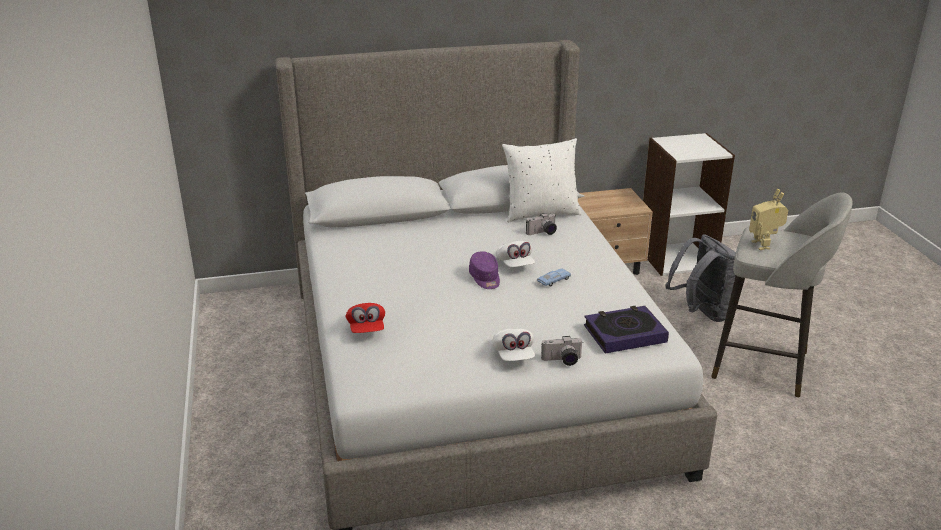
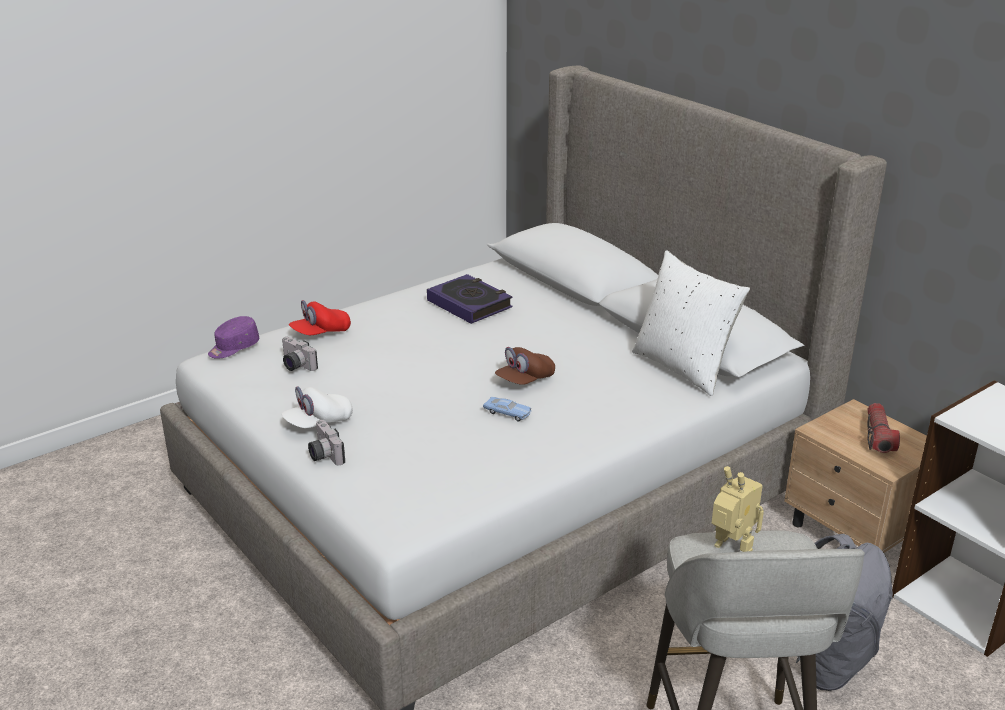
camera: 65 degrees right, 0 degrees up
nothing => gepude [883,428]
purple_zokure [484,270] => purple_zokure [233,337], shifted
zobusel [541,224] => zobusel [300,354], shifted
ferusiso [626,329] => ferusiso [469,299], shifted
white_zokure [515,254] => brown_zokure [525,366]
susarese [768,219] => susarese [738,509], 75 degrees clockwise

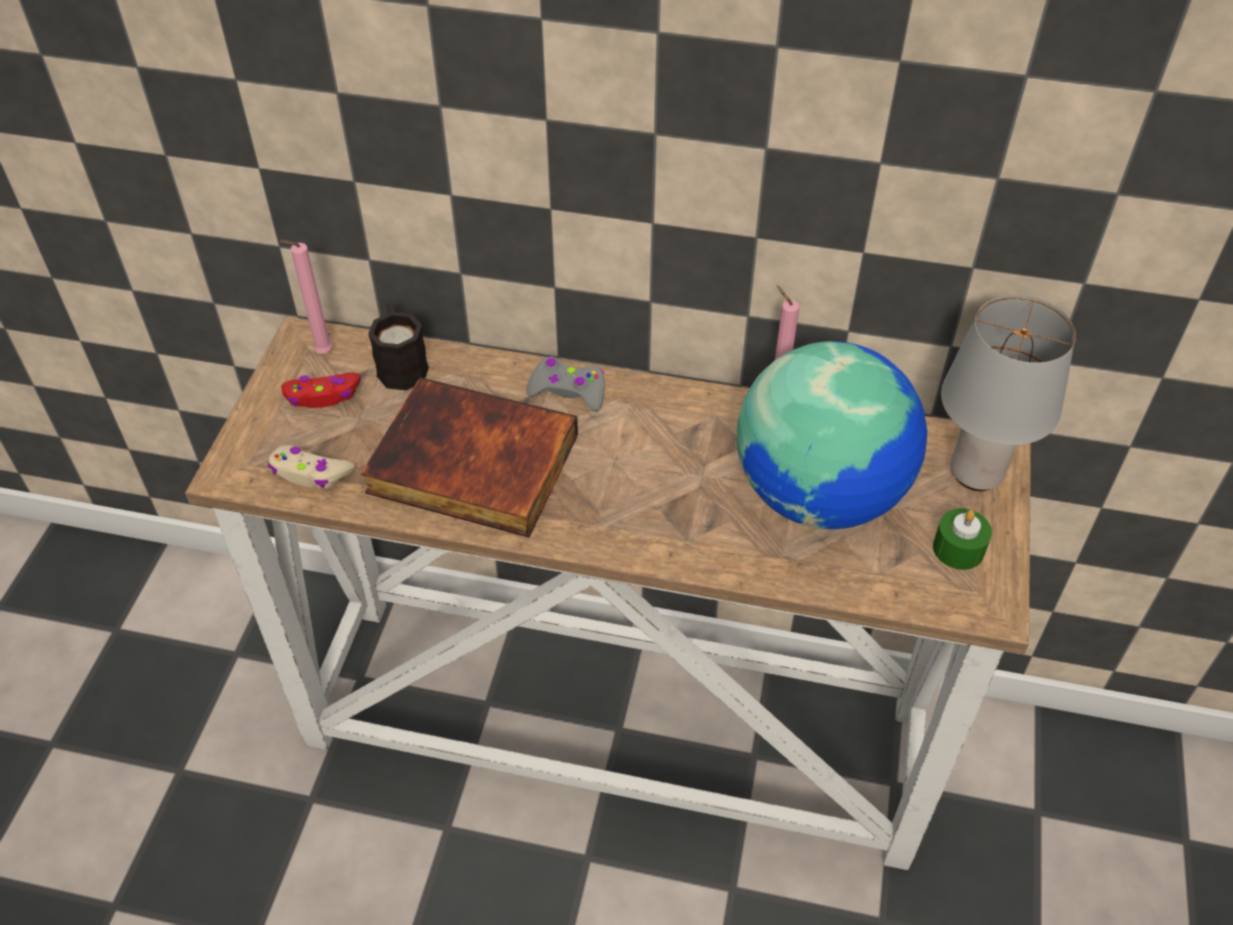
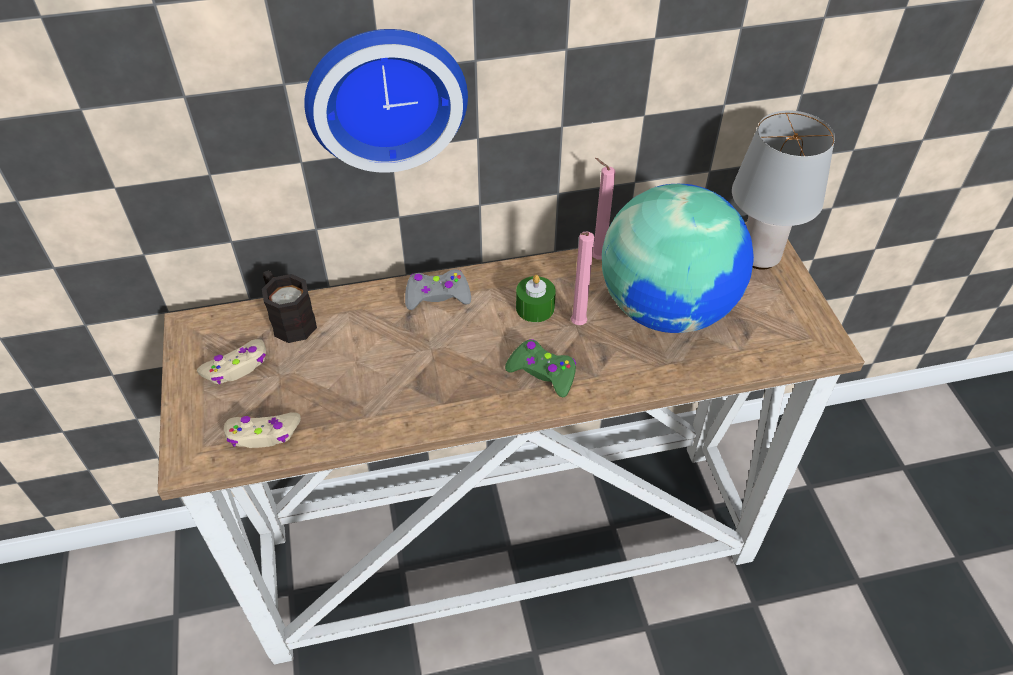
camera: 25 degrees left, 0 degrees up
ferusiso [469,457] => nothing
nothing => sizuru [386,101]
nothing => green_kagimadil [540,368]
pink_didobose [306,297] => pink_didobose [582,278], shifted
green_didobose [962,539] => green_didobose [536,298], shifted
red_kagimadil [321,390] => beige_kagimadil [231,361]

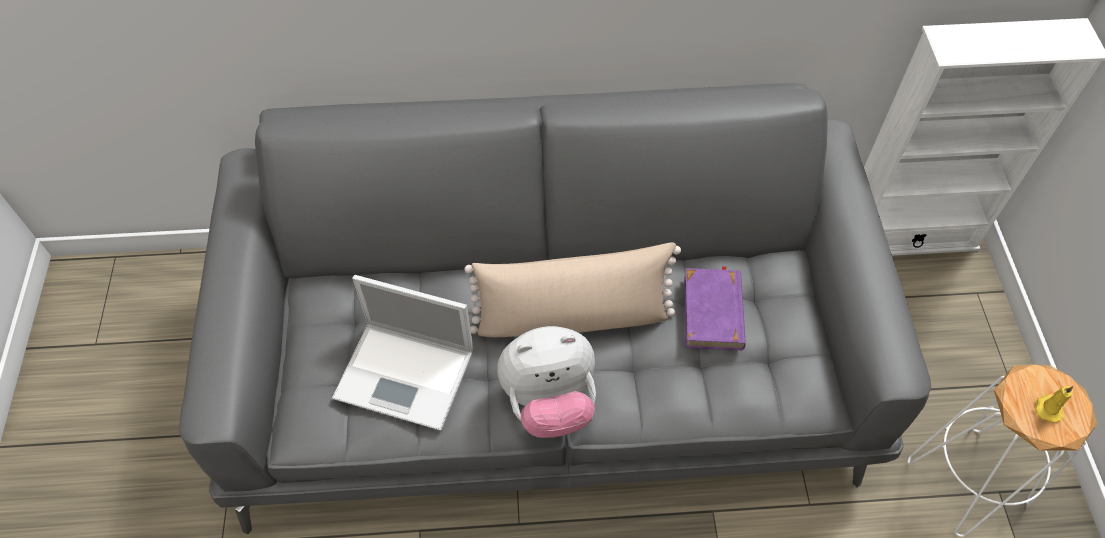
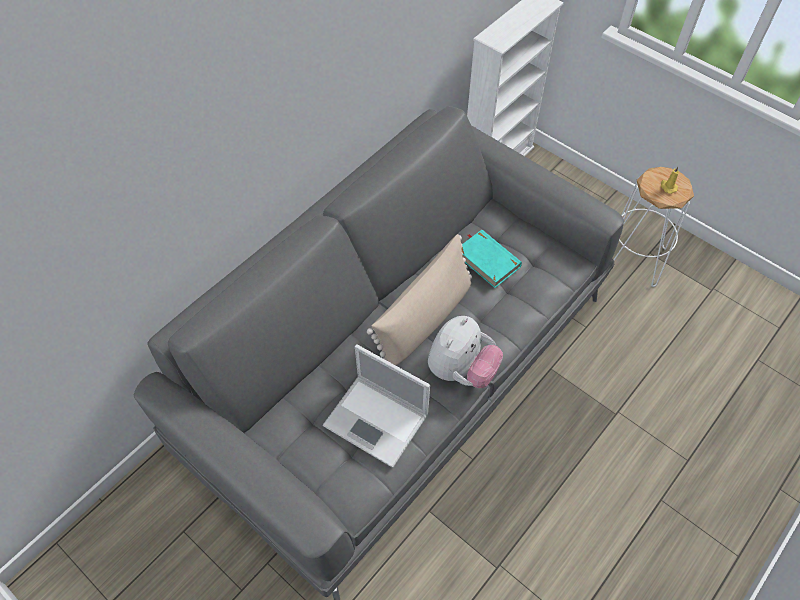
camera: 45 degrees left, 0 degrees up
purple_ferusiso [715,308] => turquoise_ferusiso [491,259]
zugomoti [402,353] => zugomoti [376,406], 60 degrees clockwise

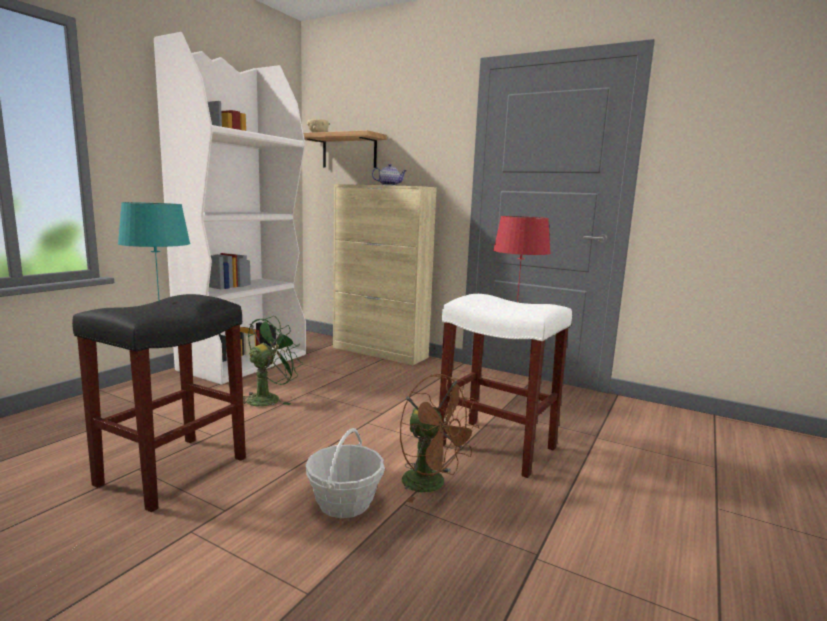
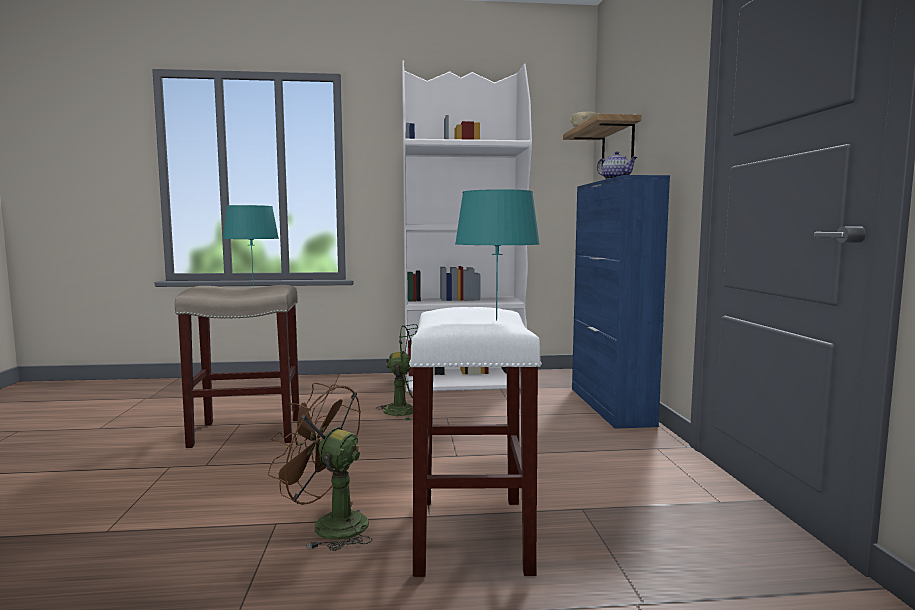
camera: 55 degrees right, 5 degrees down
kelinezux [345,473] => nothing
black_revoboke [159,403] => beige_revoboke [237,366]
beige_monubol [385,274] => blue_monubol [621,302]
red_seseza [522,259] => turquoise_seseza [497,254]
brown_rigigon [440,438] => brown_rigigon [320,467], 105 degrees clockwise

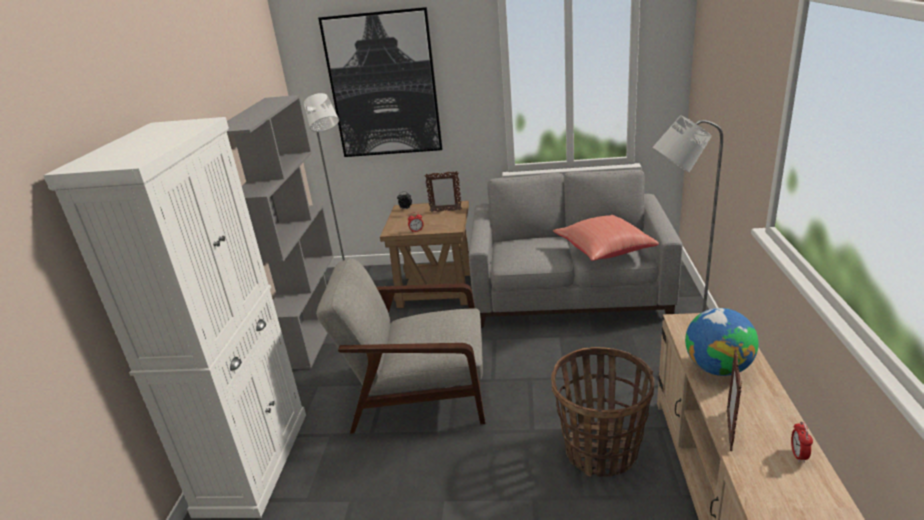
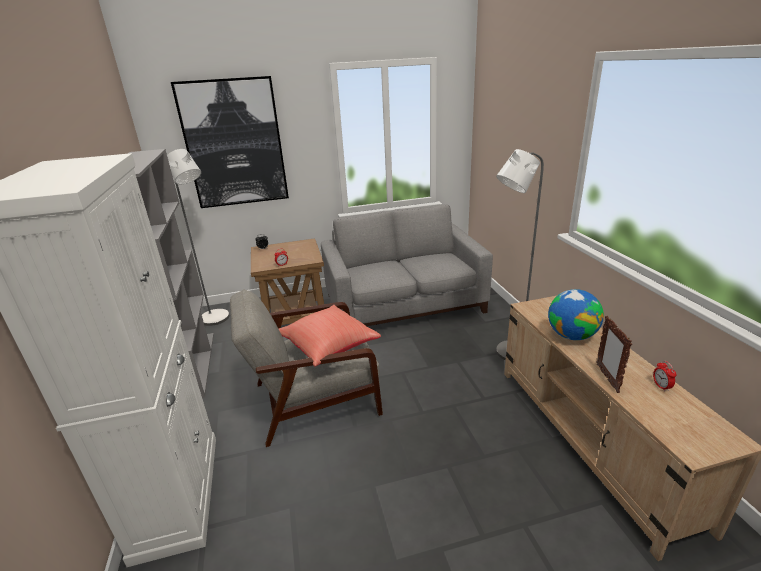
camera: 20 degrees left, 0 degrees up
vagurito [443,191] => nothing
kelinezux [602,412] => nothing
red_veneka [606,238] => red_veneka [330,336], shifted

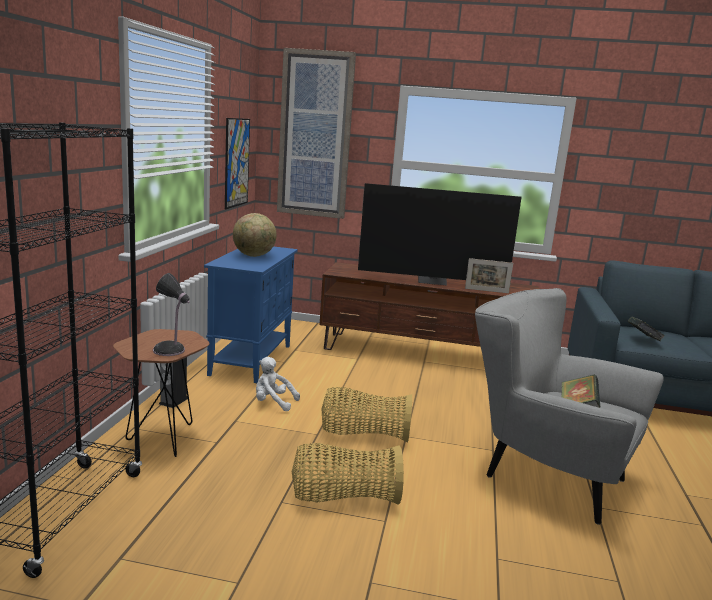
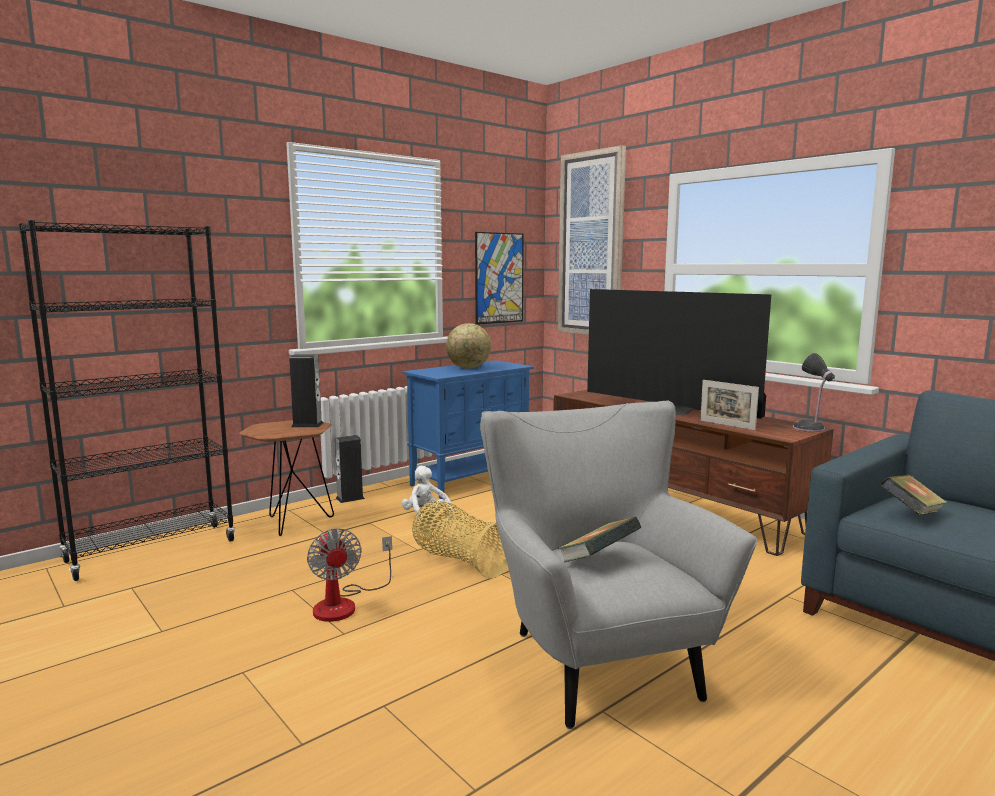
camera: 40 degrees right, 5 degrees down
nothing => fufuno [306,391]
seseza [171,314] => seseza [814,392], shifted
kelinezux [348,474] => rigigon [349,575]

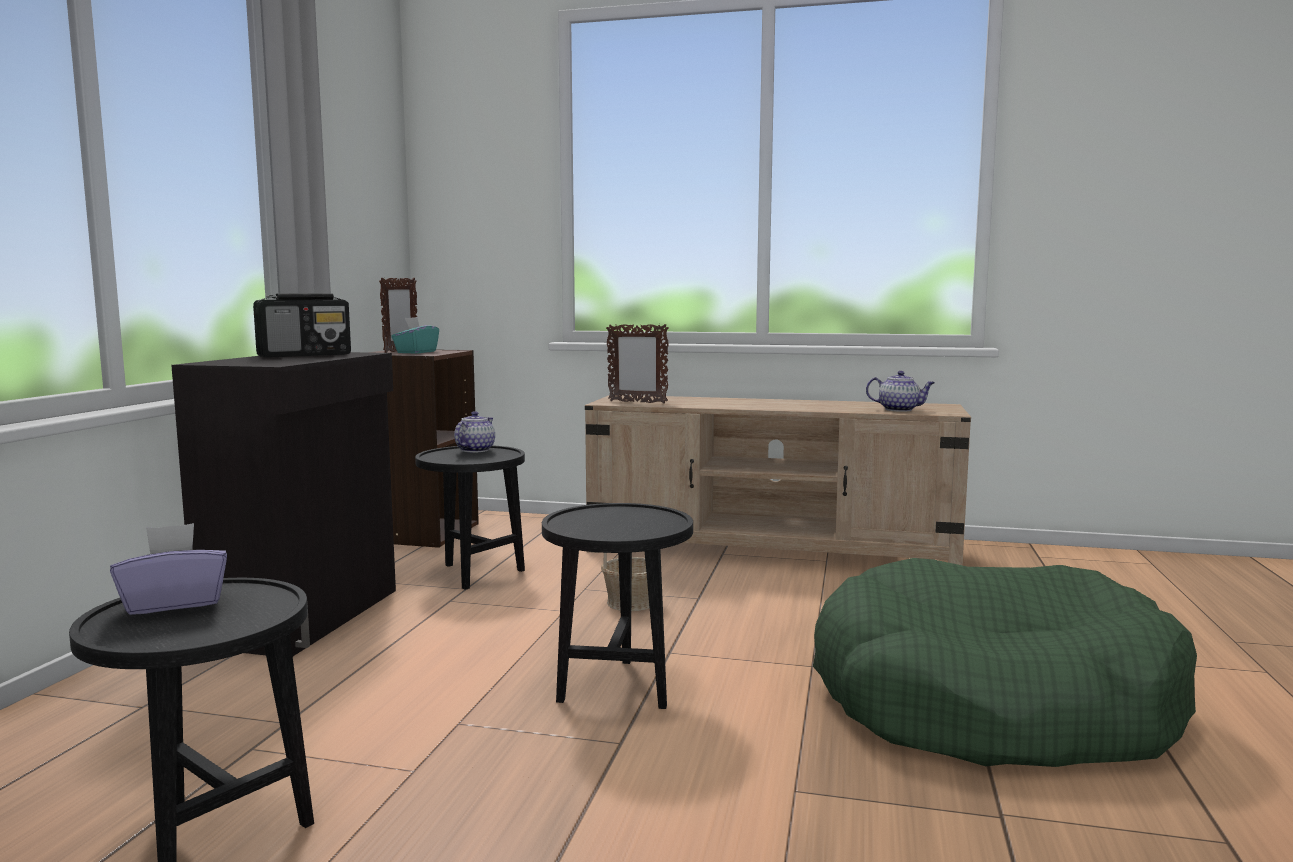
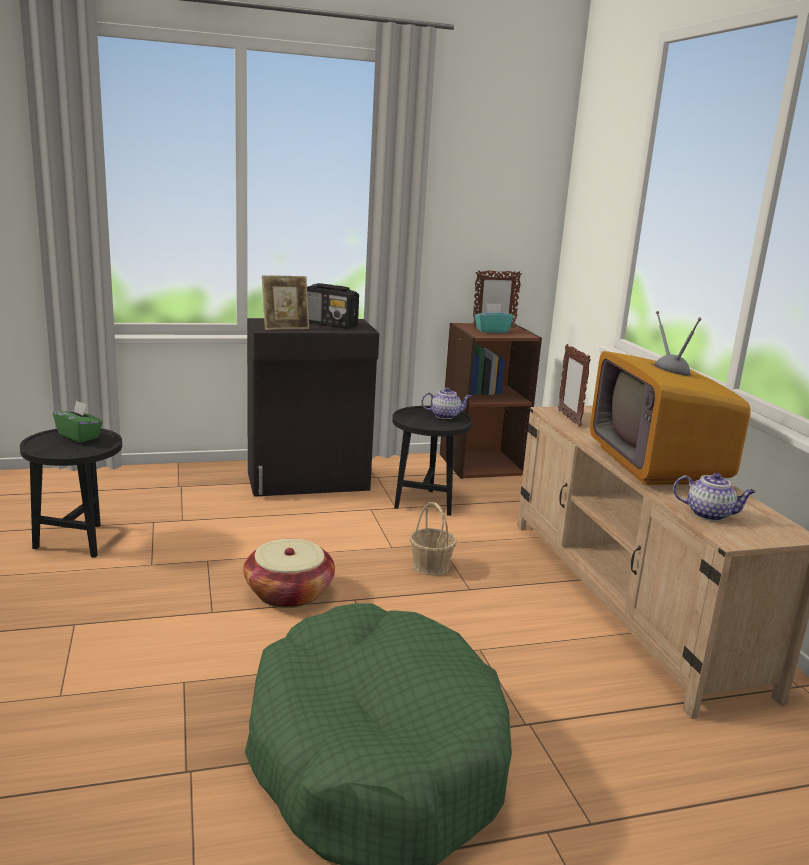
camera: 60 degrees right, 10 degrees up
nothing => vagurito [285,302]
nothing => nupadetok [670,398]
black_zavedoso [617,606] => kelinezux [289,573]
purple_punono [168,569] => green_punono [78,421]
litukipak [900,391] => litukipak [714,497], 60 degrees counterclockwise

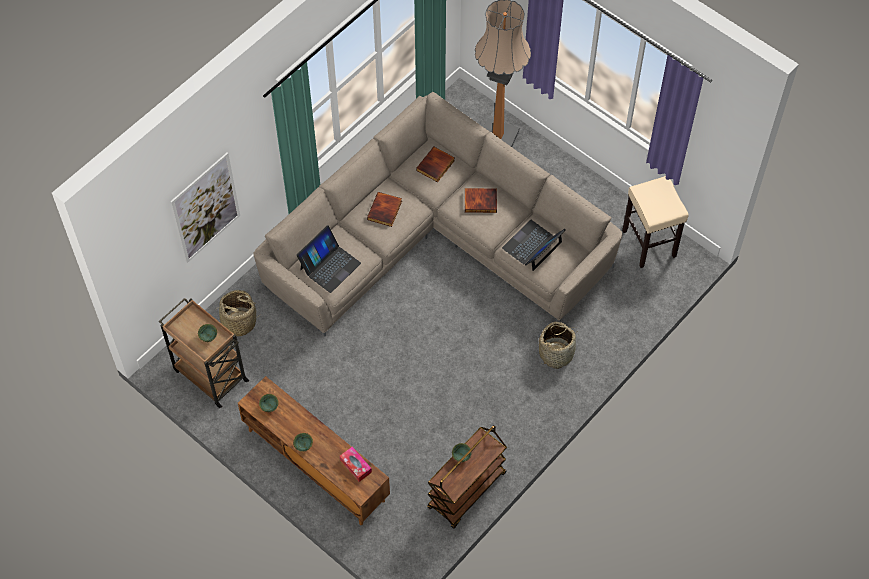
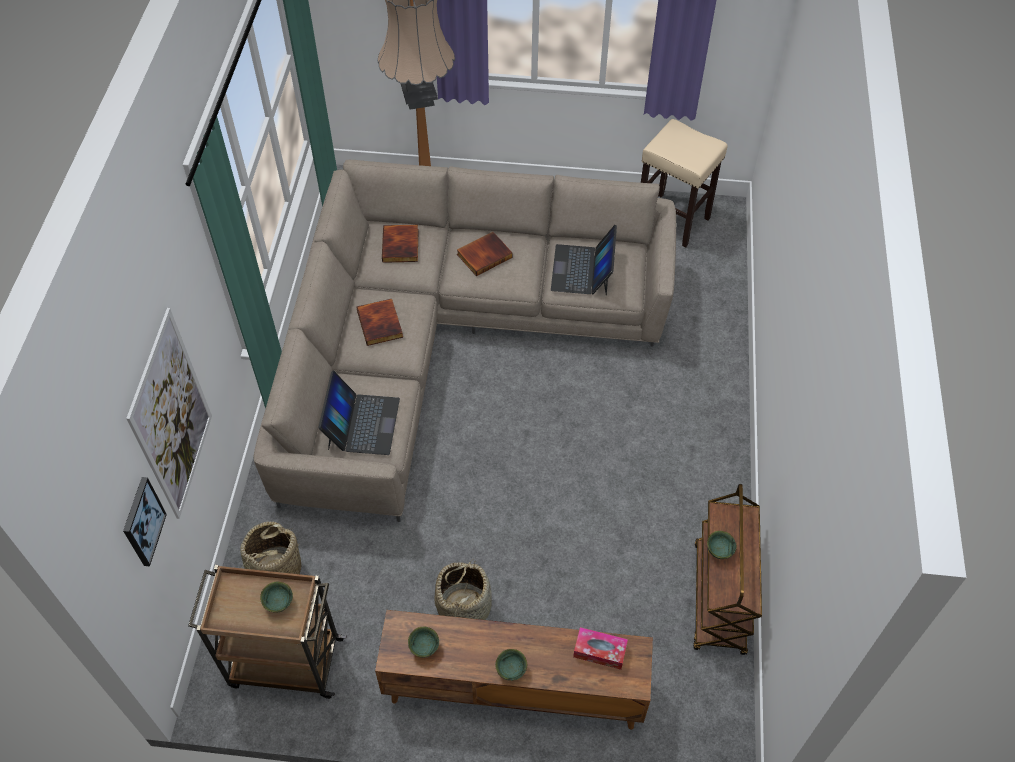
camera: 35 degrees left, 5 degrees down
nothing => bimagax [145,521]
kelinezux [558,345] => kelinezux [463,589], shifted

